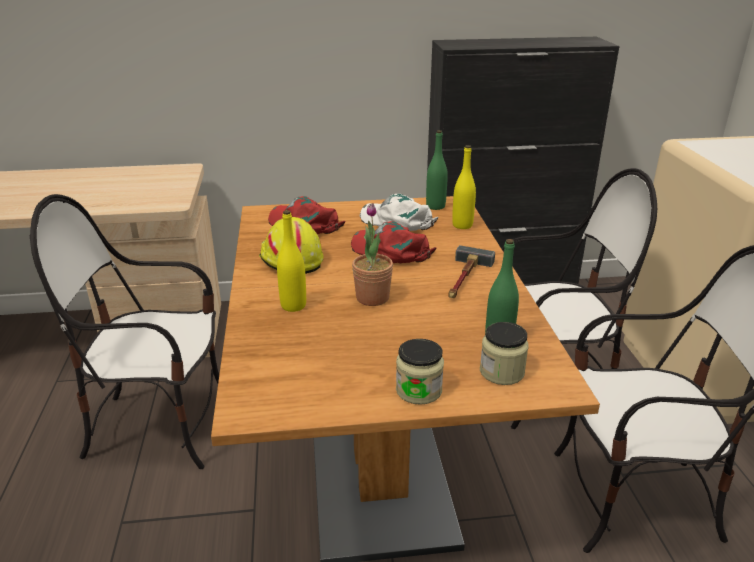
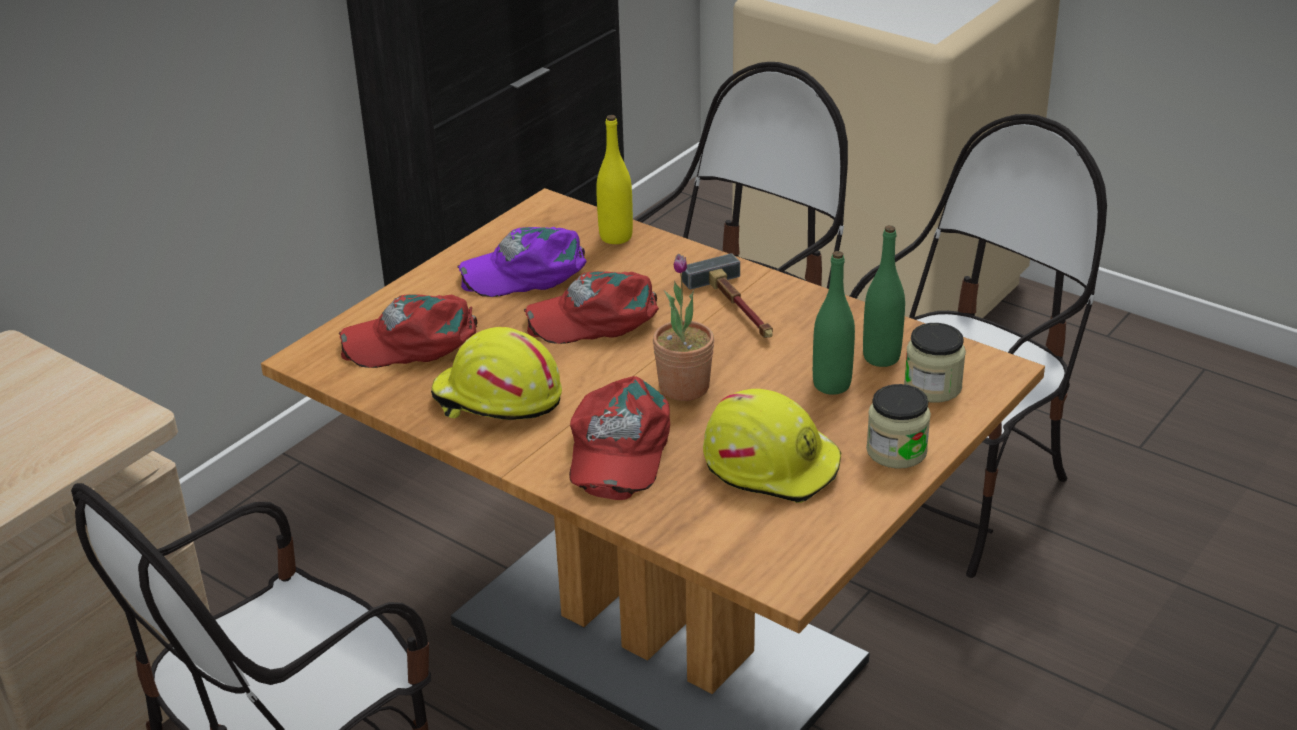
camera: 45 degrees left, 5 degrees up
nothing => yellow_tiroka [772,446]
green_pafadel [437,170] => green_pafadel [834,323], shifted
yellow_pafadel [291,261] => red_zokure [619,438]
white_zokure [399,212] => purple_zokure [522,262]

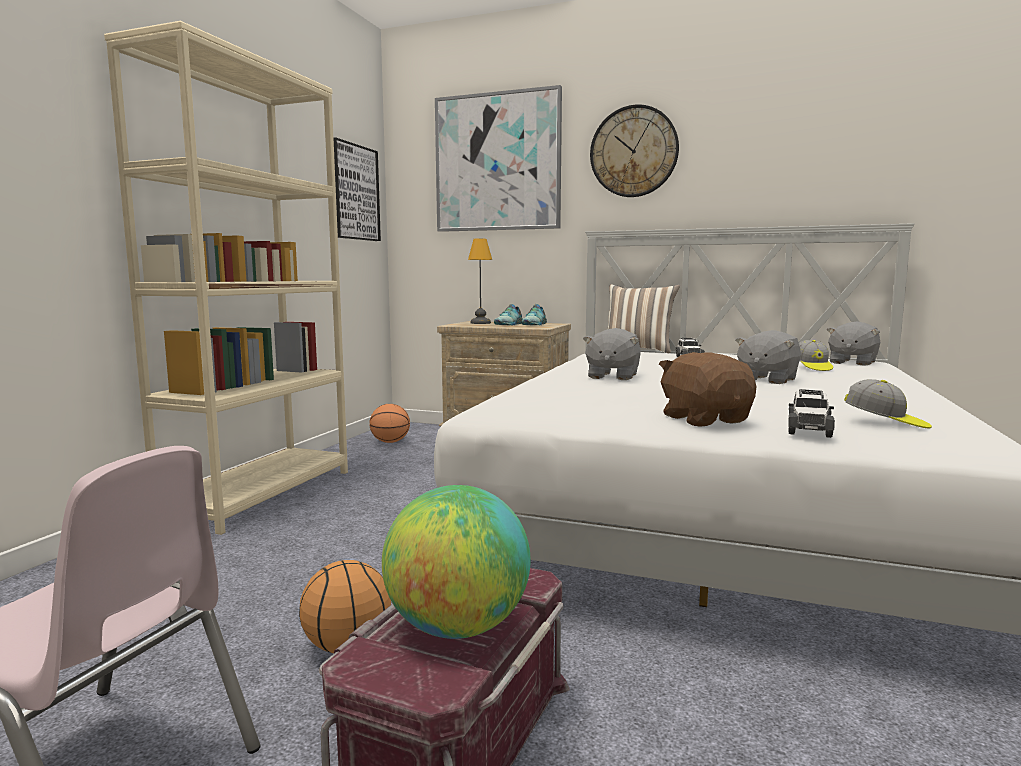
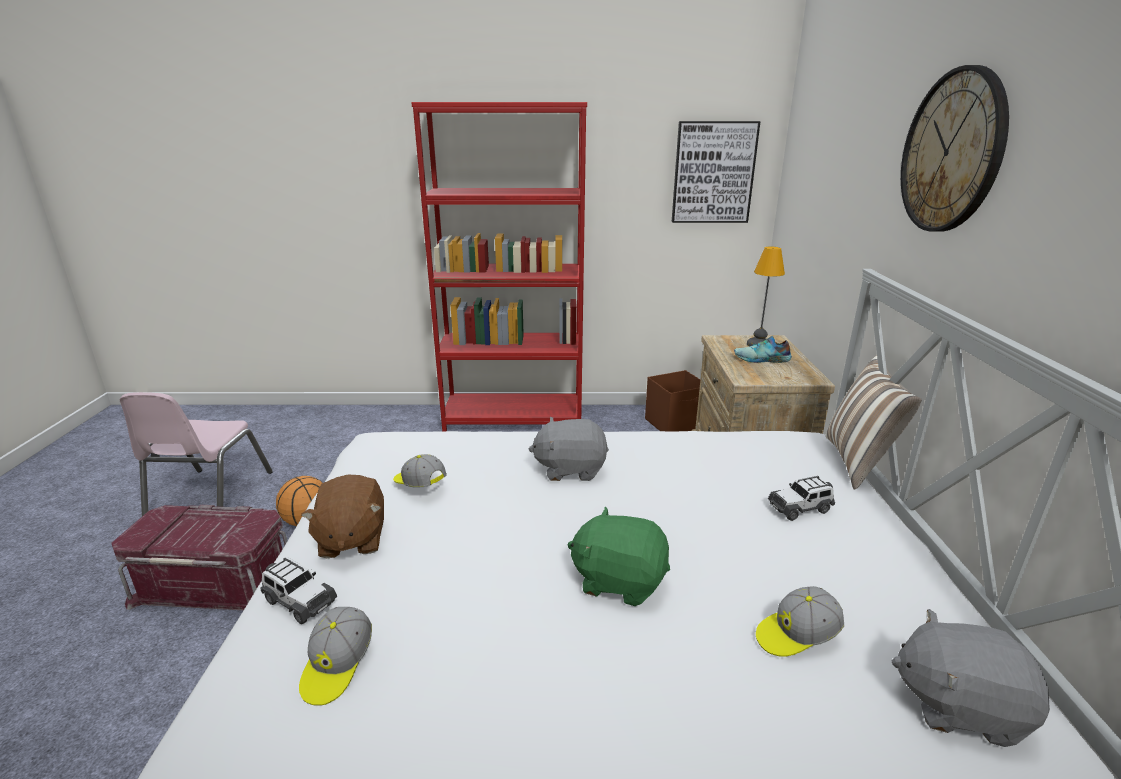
camera: 70 degrees right, 15 degrees up
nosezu [456,562] => nothing
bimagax [498,158] => nothing
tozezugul [534,314] => nothing
nothing => zokure [420,470]
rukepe [389,423] => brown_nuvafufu [672,401]
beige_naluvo [226,278] => red_naluvo [499,266]
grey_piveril [768,357] => green_piveril [618,556]
brown_piveril [707,389] => brown_piveril [342,516], 120 degrees clockwise
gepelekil [811,413] => gepelekil [298,590], 150 degrees counterclockwise

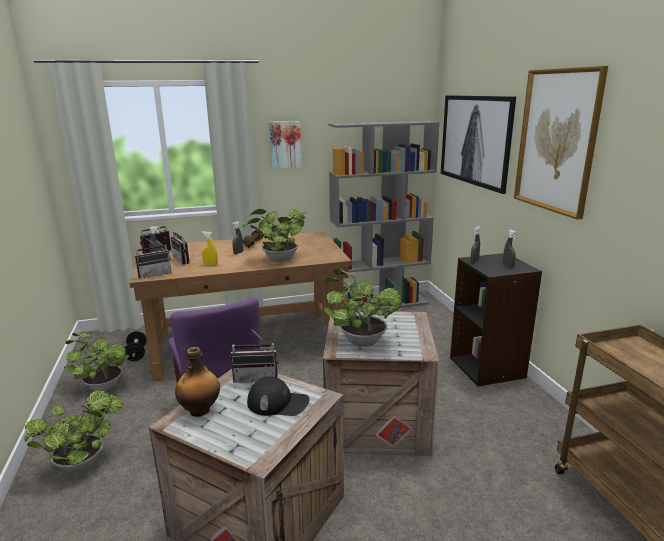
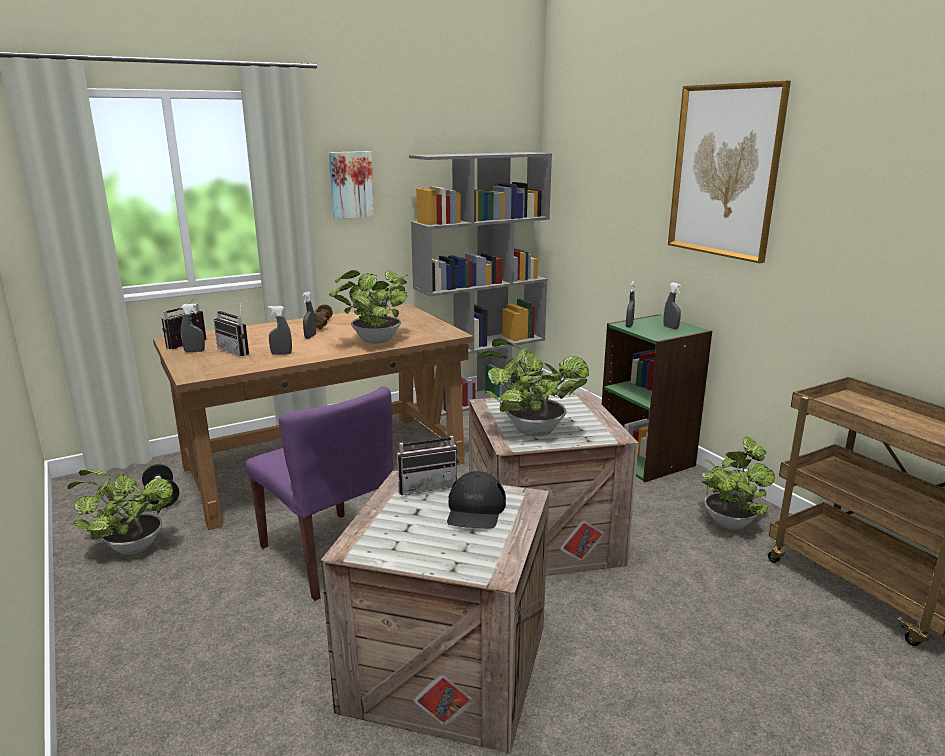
camera: 15 degrees left, 0 degrees up
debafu [153,258] => nothing
pafadel [197,382] => nothing
bimagax [478,144] => nothing
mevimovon [73,431] => mevimovon [738,483], shifted
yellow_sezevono [209,248] => grey_sezevono [280,330]
black_naluvo [496,320] => green_naluvo [657,398]
black_zokure [278,396] => black_zokure [476,499], 105 degrees clockwise

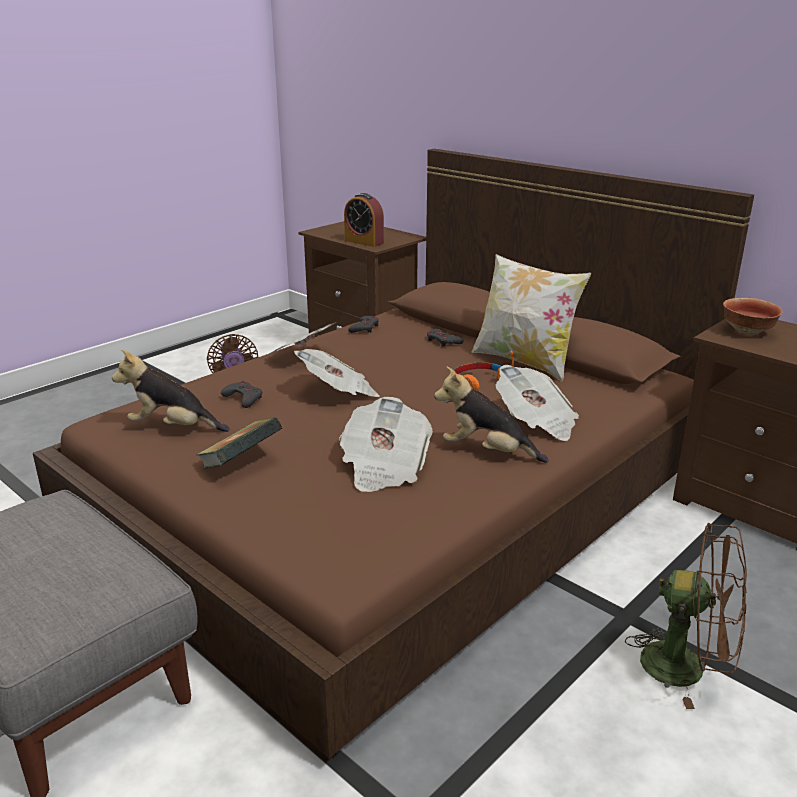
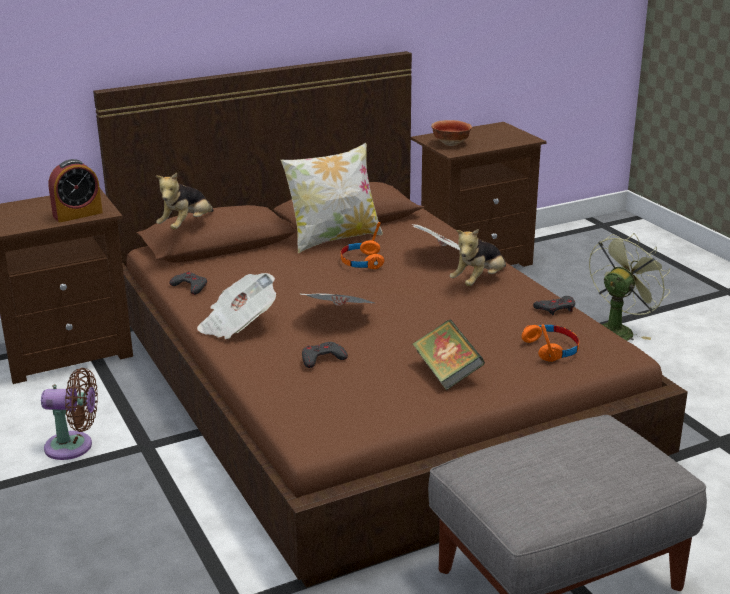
camera: 70 degrees left, 0 degrees up
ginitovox [386,444] => nothing
nothing => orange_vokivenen [550,343]
piveril [171,390] => piveril [185,201], shifted
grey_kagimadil [445,338] => grey_kagimadil [554,305], shifted
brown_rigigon [686,616] => green_rigigon [629,287]

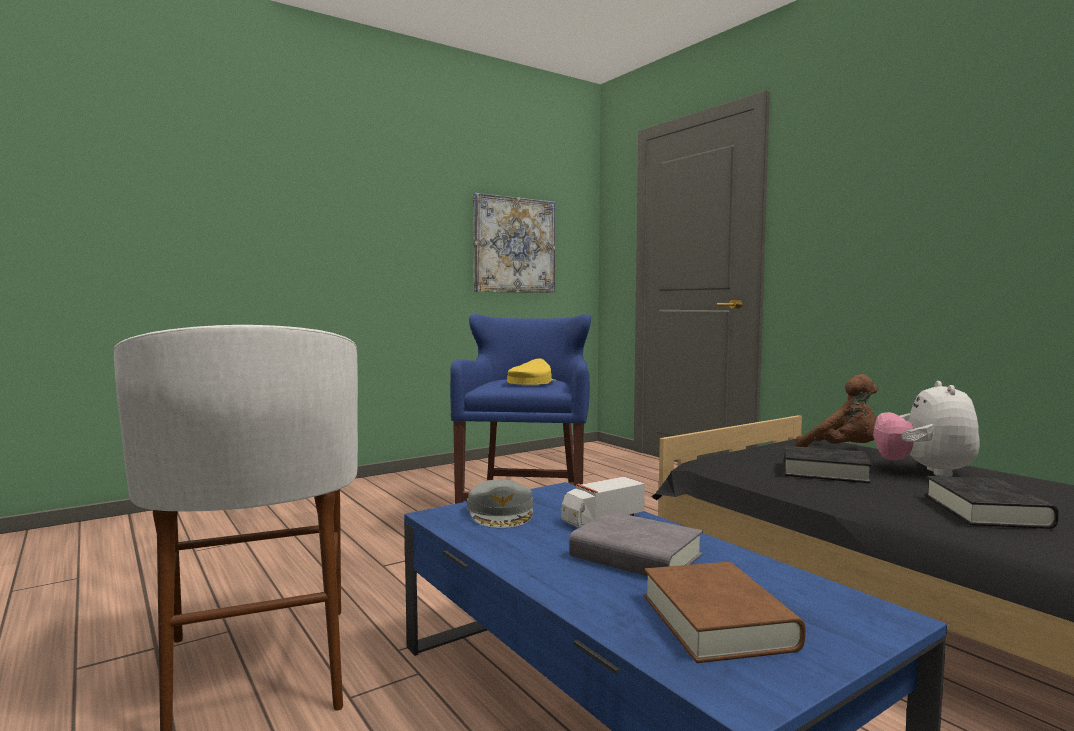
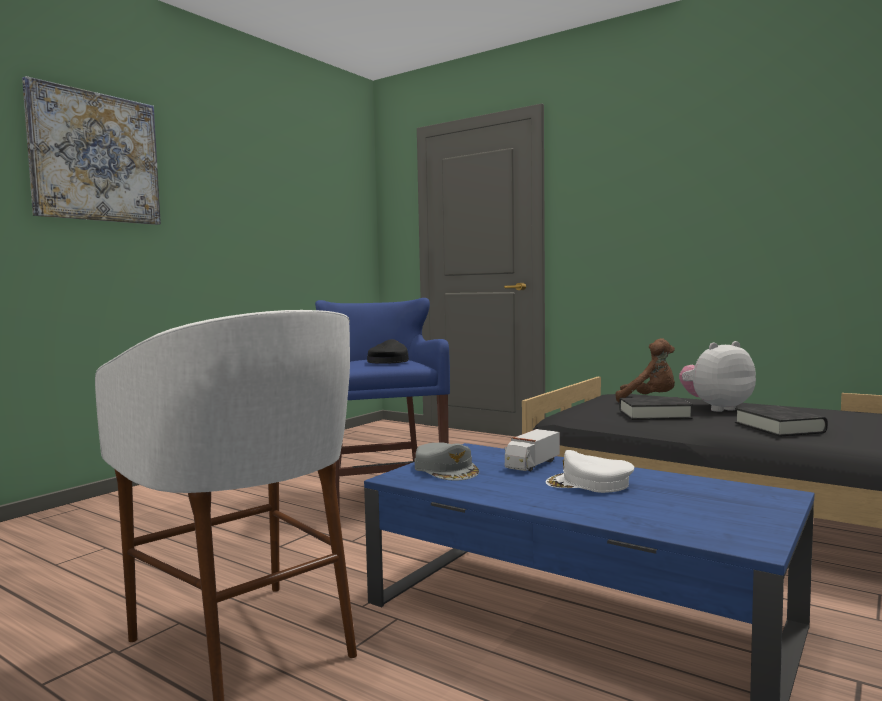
camera: 20 degrees left, 0 degrees up
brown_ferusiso [724,612] => nothing
bimagax [514,243] => bimagax [91,150], shifted
grey_ferusiso [636,543] => white_zokure [590,471]
yellow_zokure [531,372] => black_zokure [388,351]
piveril [926,429] => piveril [717,376], 75 degrees clockwise

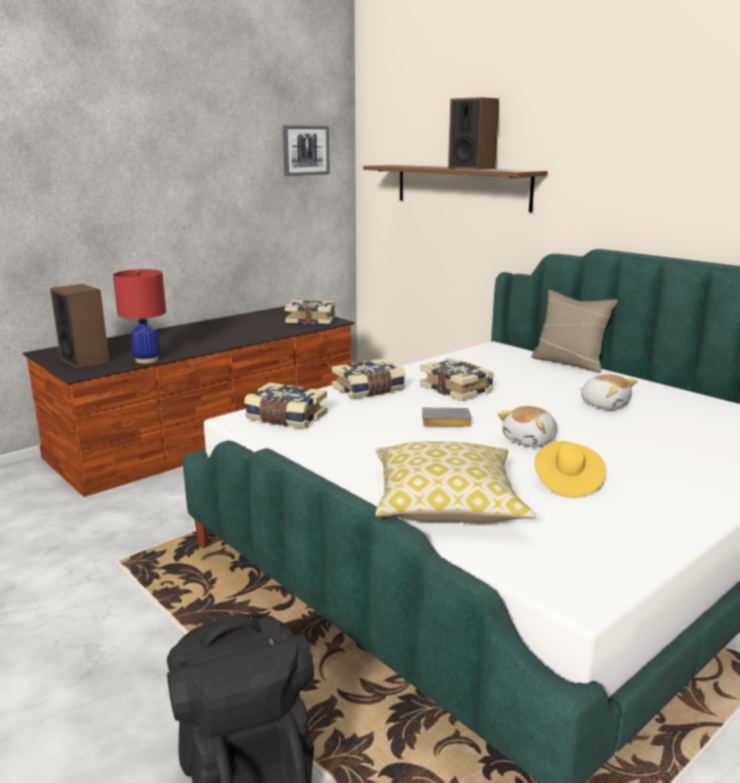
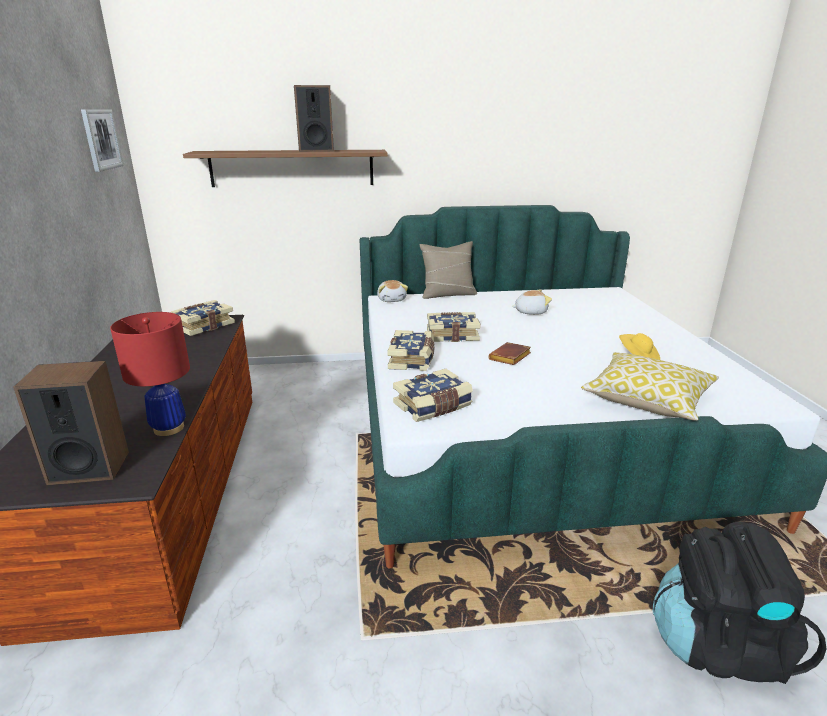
camera: 55 degrees left, 5 degrees up
piveril [527,426] => piveril [392,291], shifted
grey_ferusiso [447,417] => brown_ferusiso [509,353]

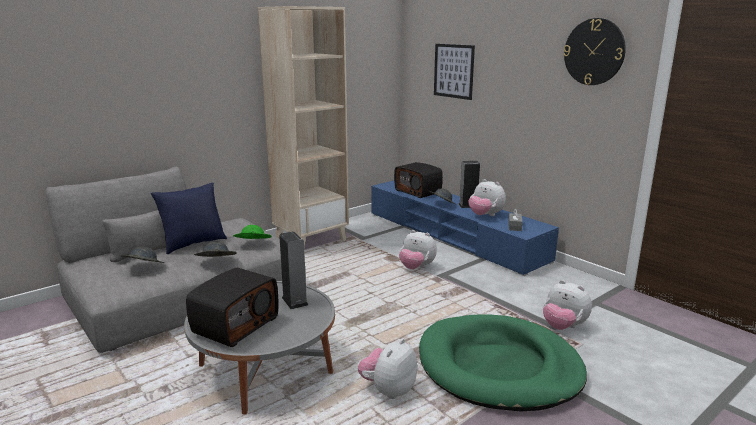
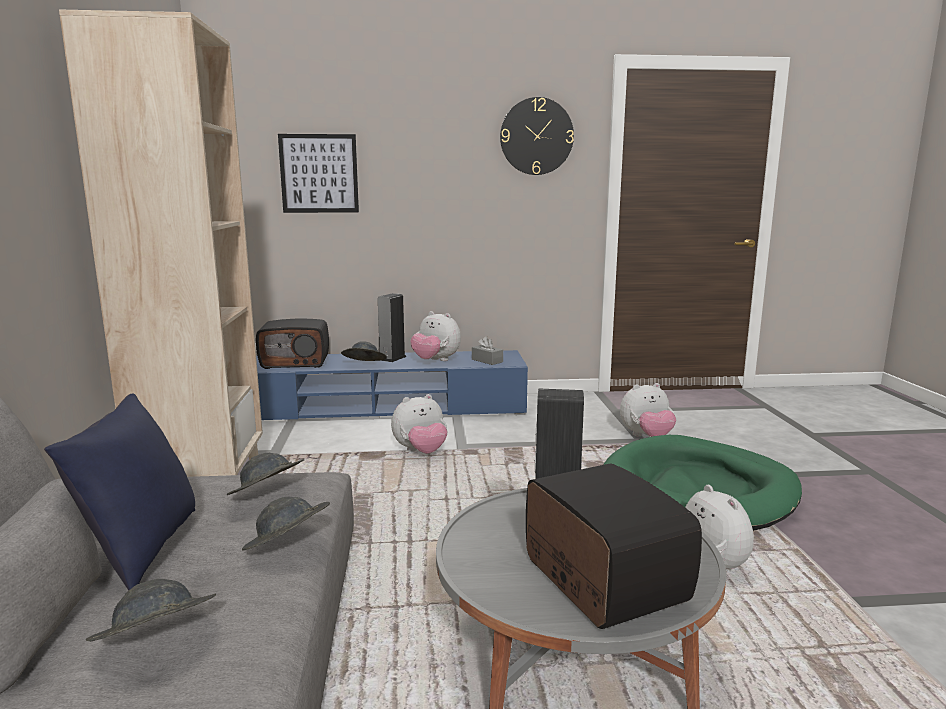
camera: 55 degrees left, 5 degrees down
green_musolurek [252,232] => grey_musolurek [265,474]
piveril [487,197] => piveril [436,336], 45 degrees clockwise

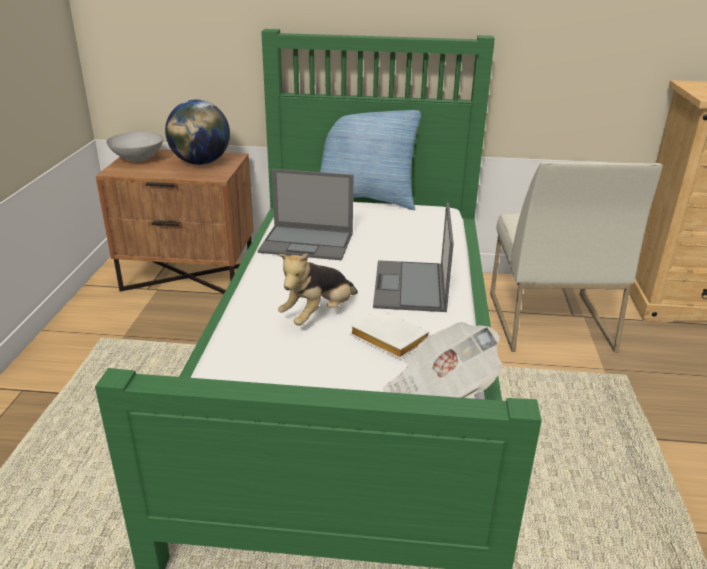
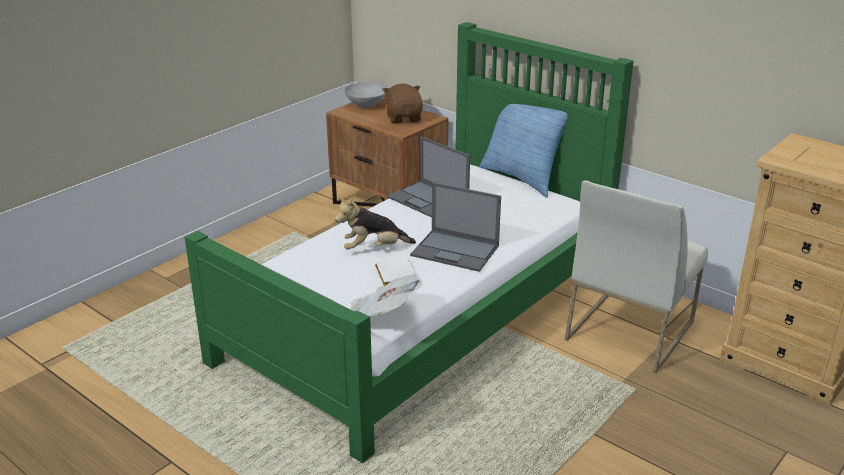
camera: 35 degrees right, 0 degrees up
nosezu [197,132] => brown_piveril [402,104]
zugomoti [413,257] => zugomoti [455,227], 105 degrees counterclockwise

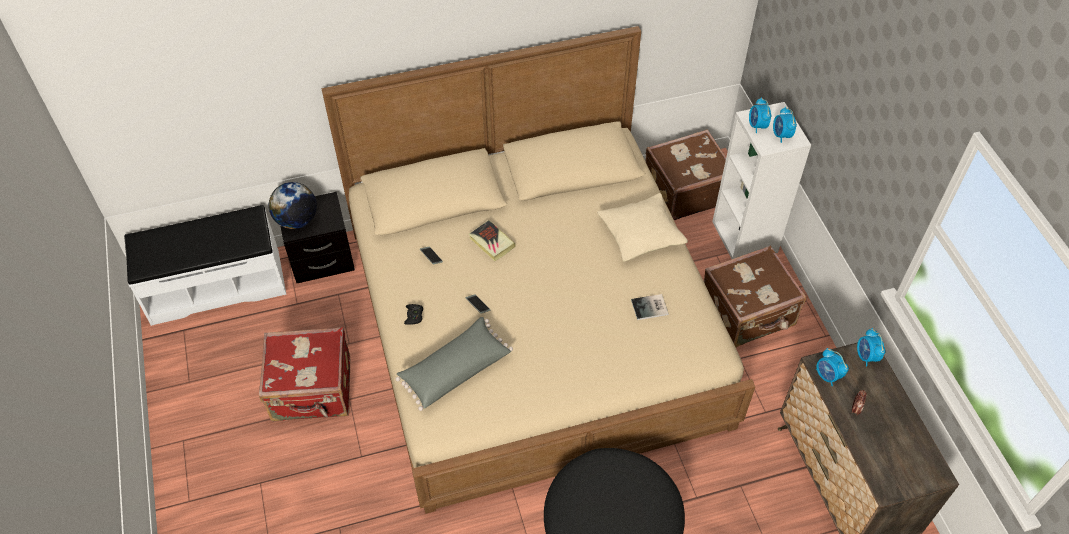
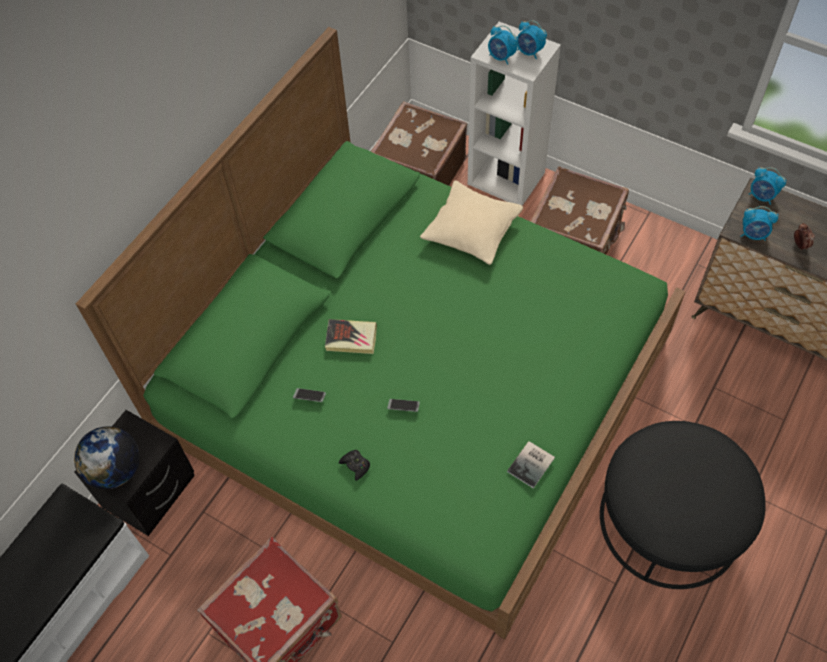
camera: 40 degrees left, 5 degrees up
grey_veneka [454,364] => nothing
ferusiso [650,307] => ferusiso [531,464], shifted
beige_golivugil [538,270] => green_golivugil [381,333]

